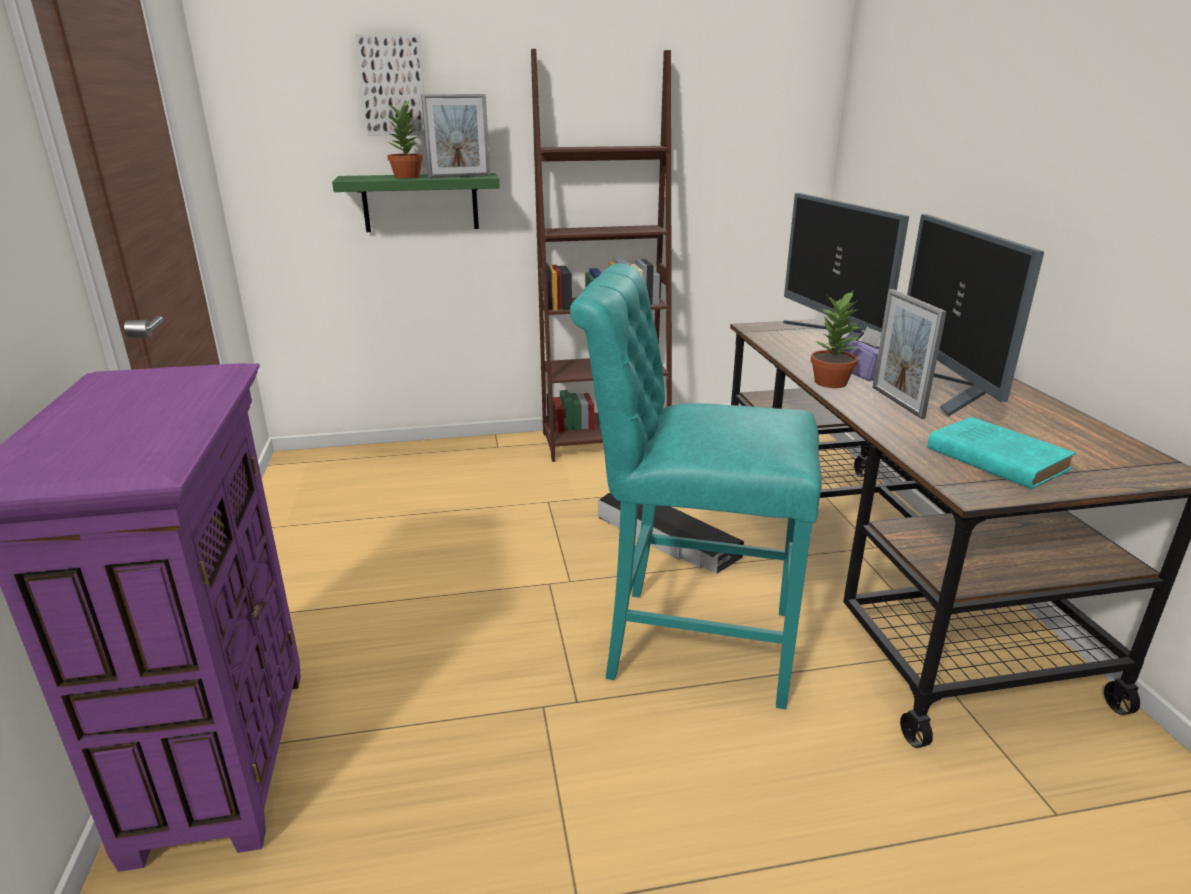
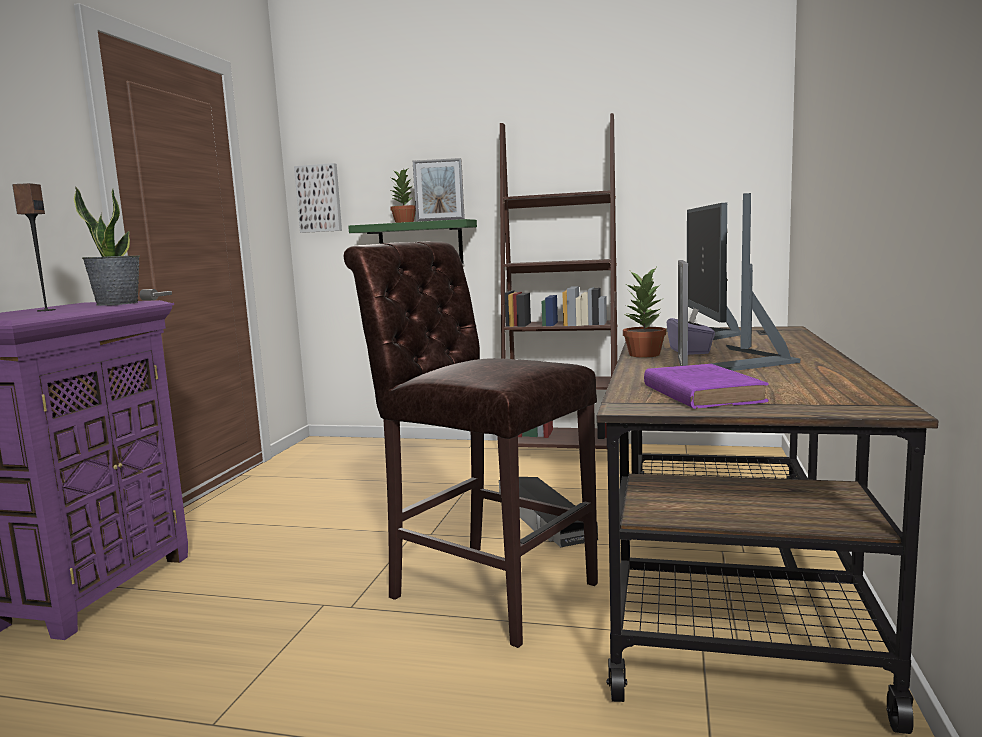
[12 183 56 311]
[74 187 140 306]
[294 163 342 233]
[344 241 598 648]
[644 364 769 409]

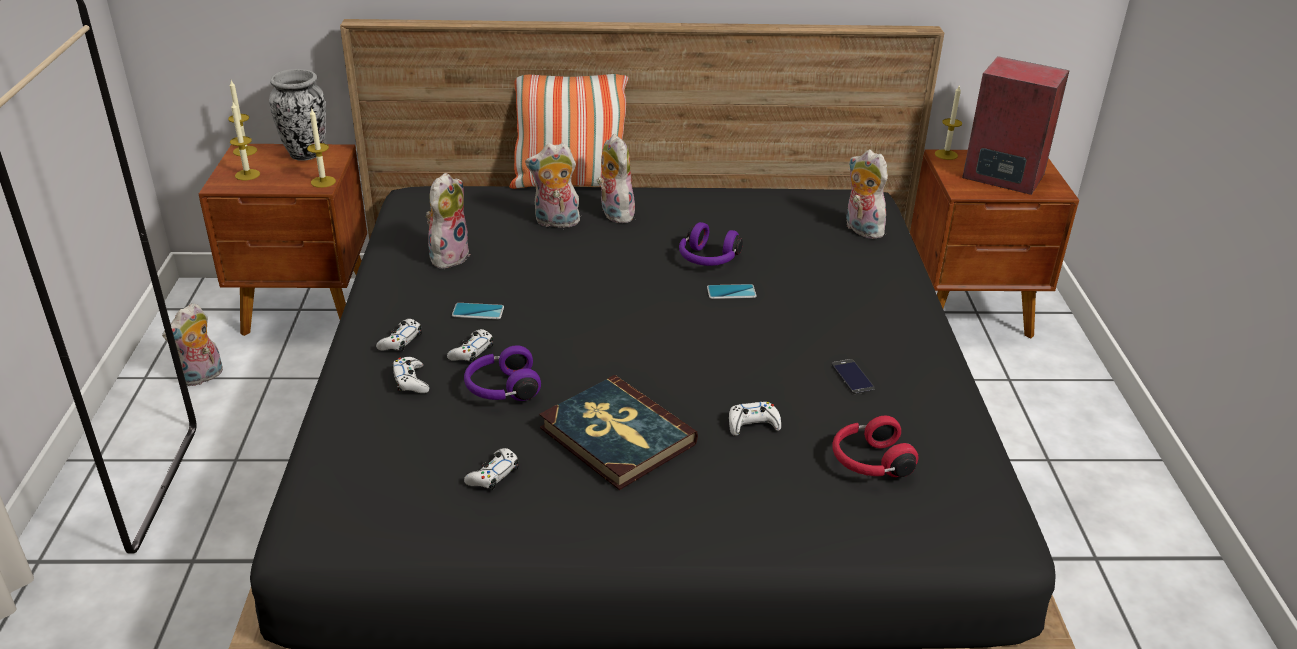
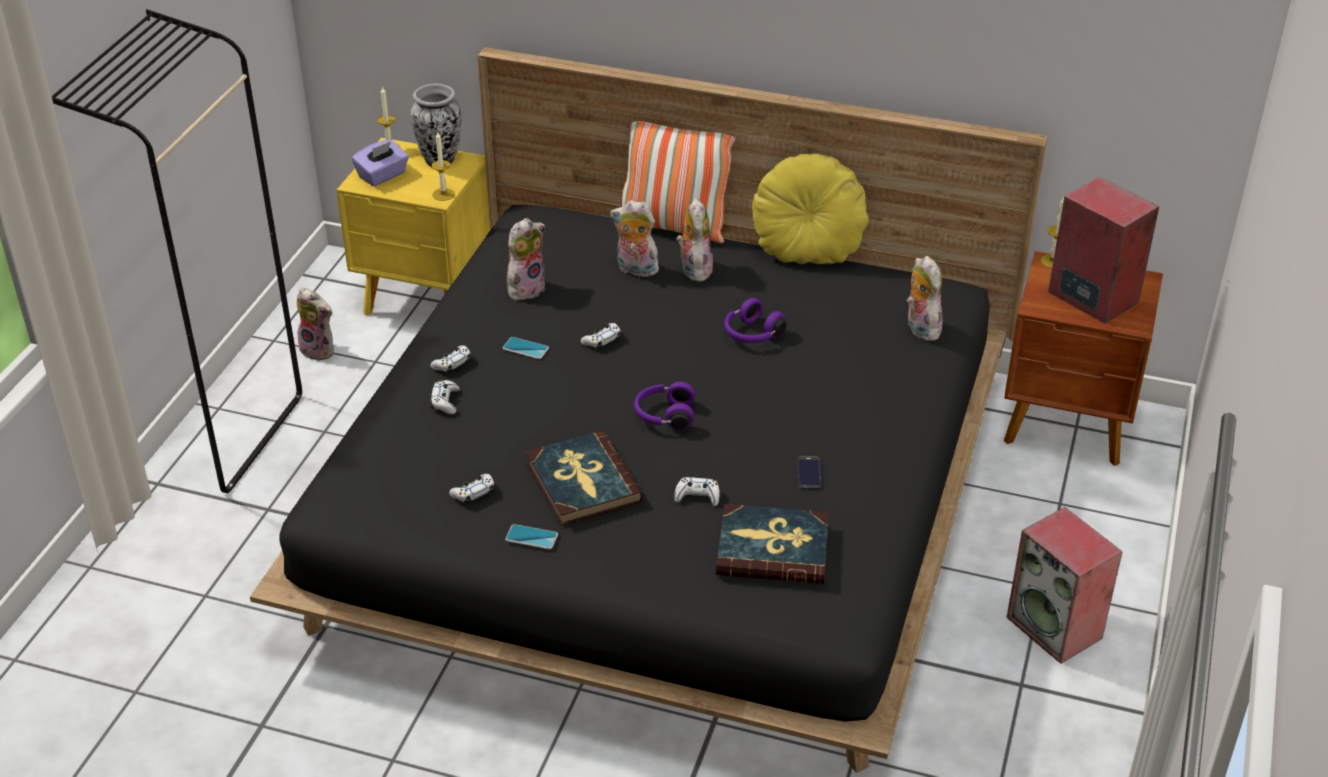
[296 287 334 361]
[337 138 491 316]
[352 139 409 187]
[505 524 558 549]
[581 323 621 349]
[634 382 695 429]
[716 504 829 584]
[752 154 869 264]
[1006 507 1123 664]

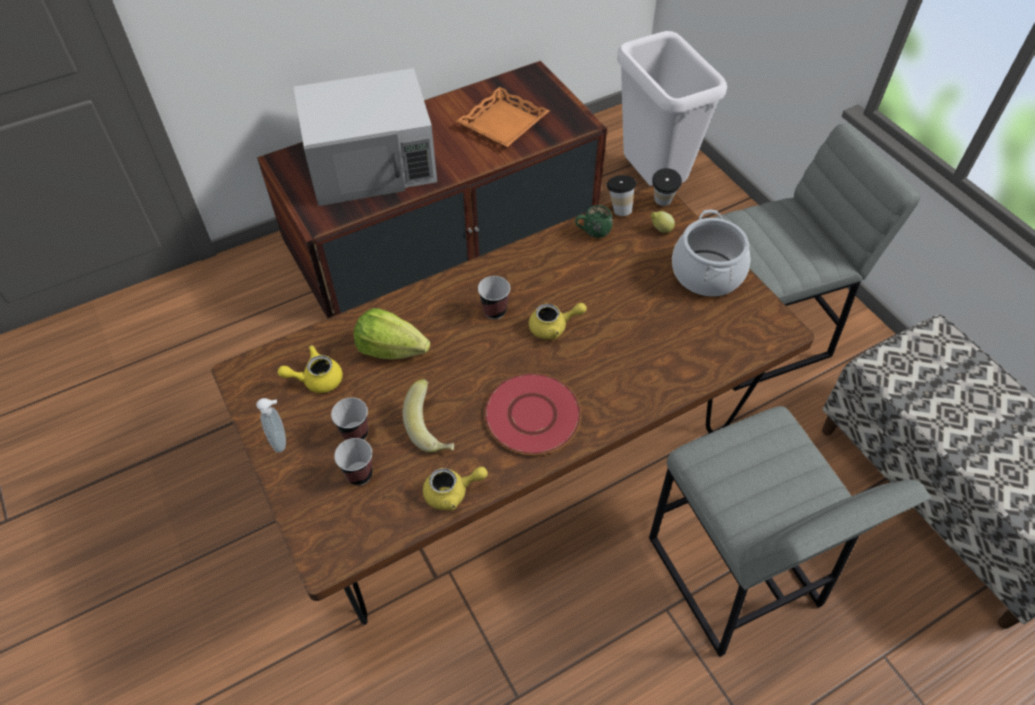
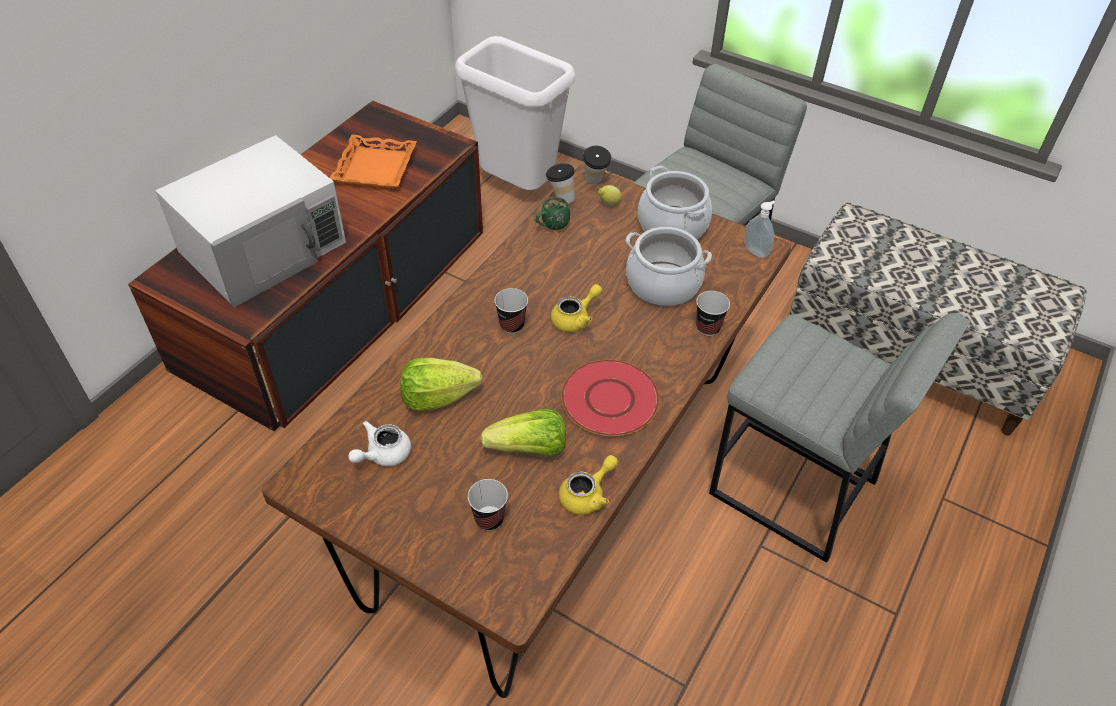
[349 421 411 466]
[481 408 566 456]
[626 227 712 306]
[696 291 730 336]
[744 201 775 258]

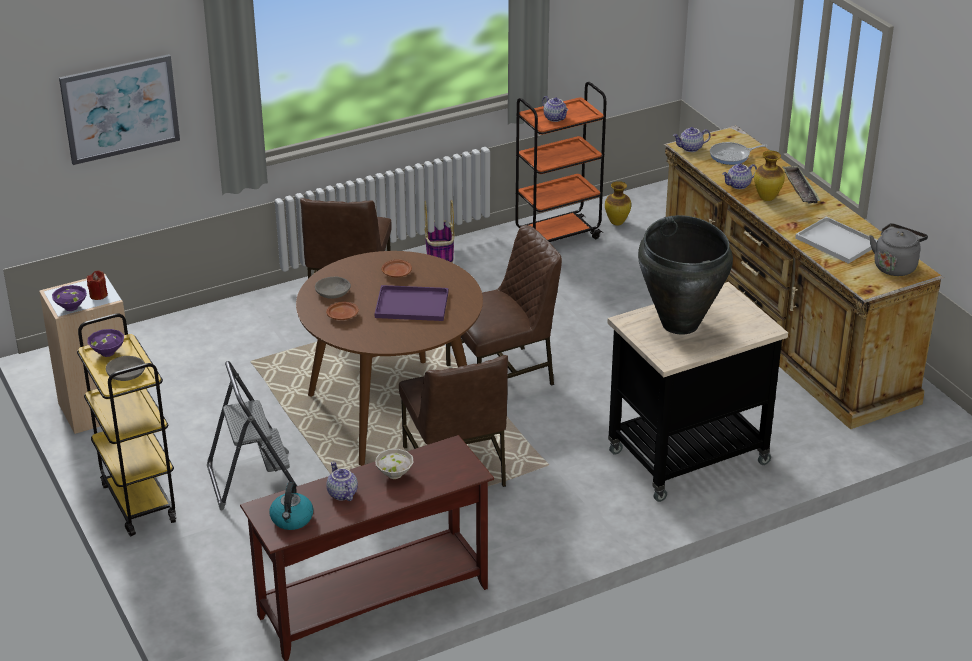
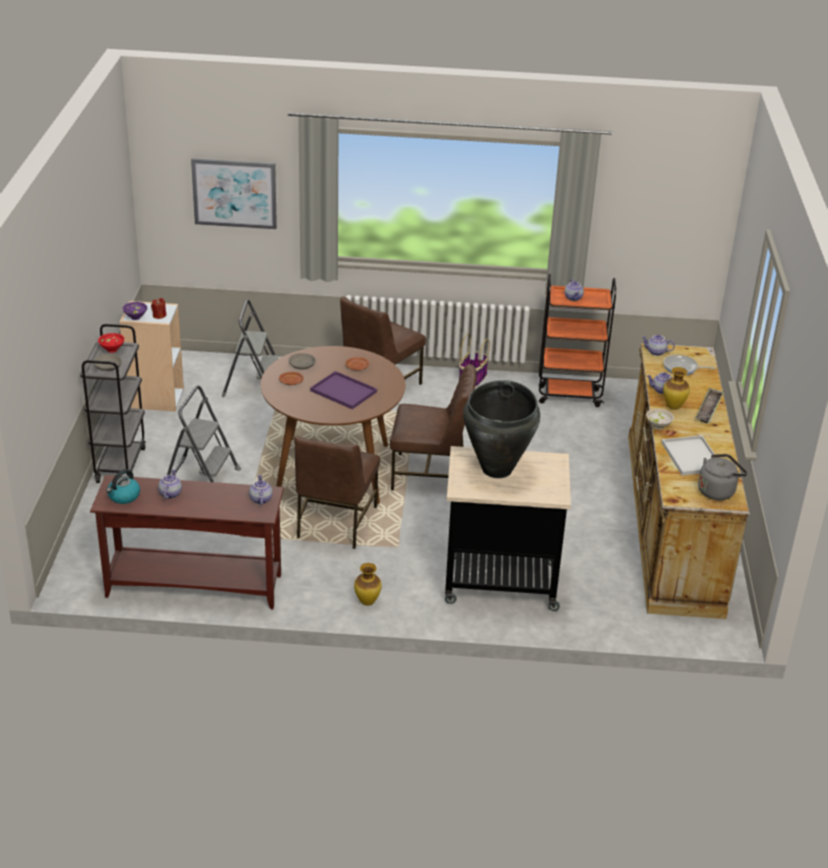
[80 324 146 483]
[98 333 124 353]
[222 300 278 397]
[249 475 273 505]
[354 563 382 606]
[646 409 674 430]

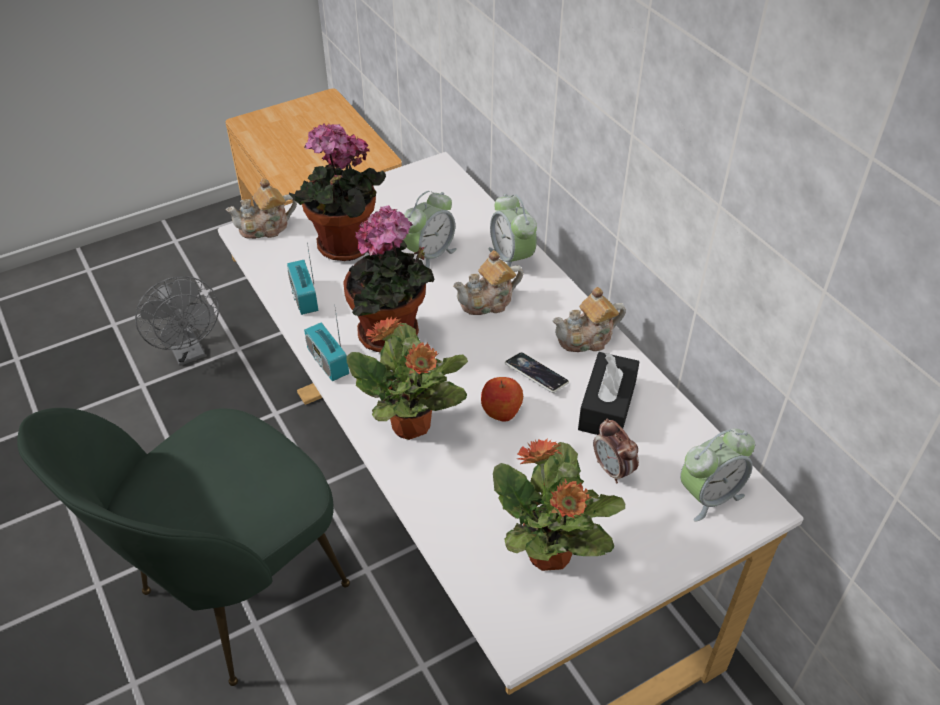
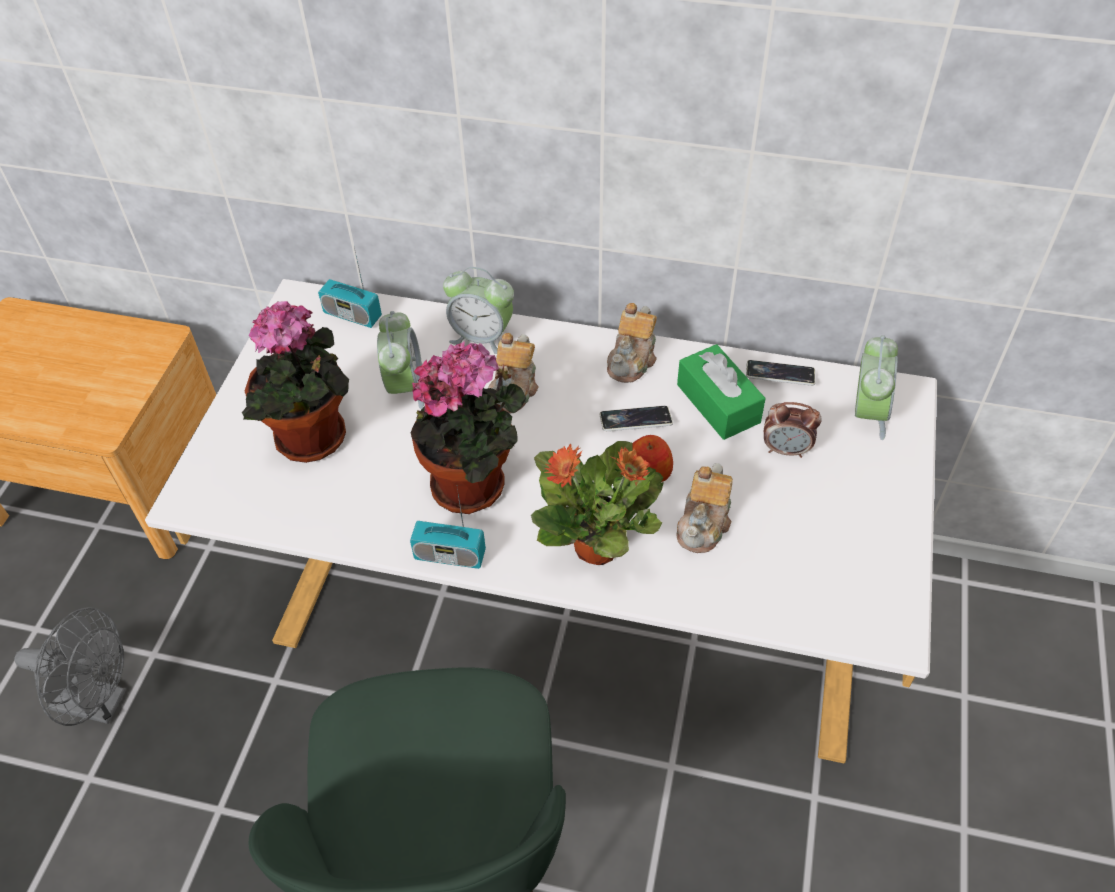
[318 248 382 328]
[676 463 733 553]
[677 344 766 440]
[746 360 815 386]
[493 438 625 571] (first image)

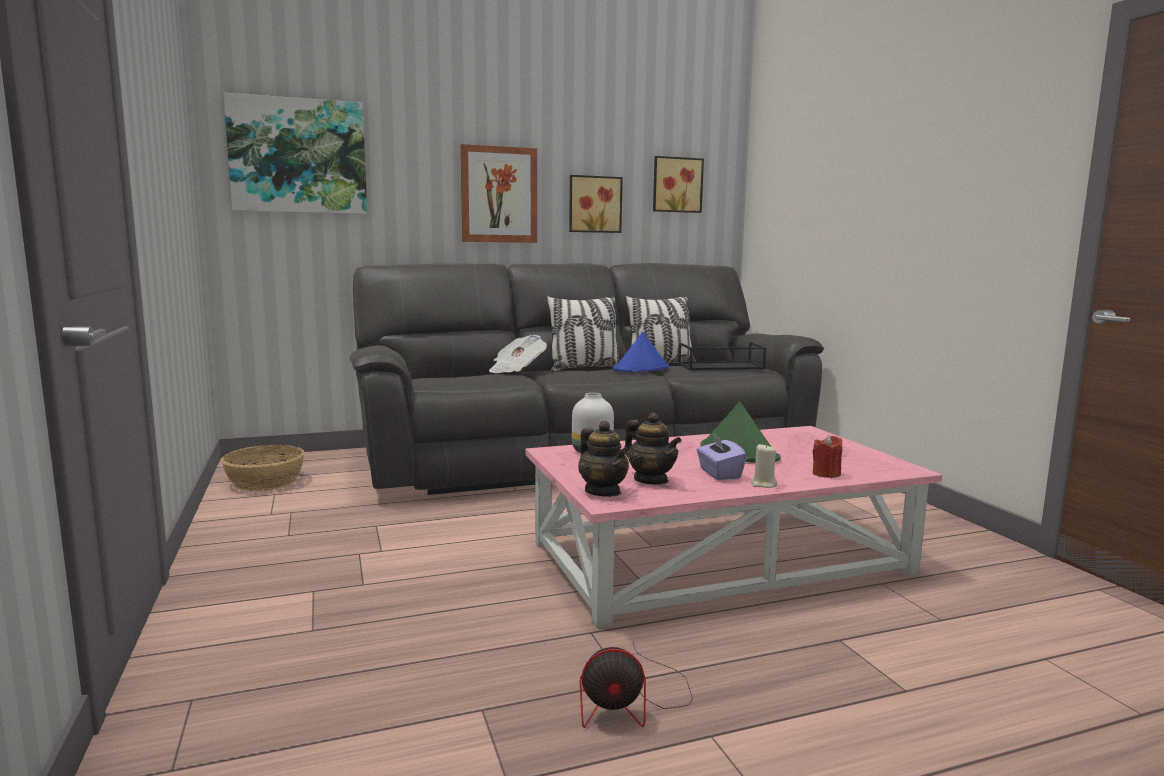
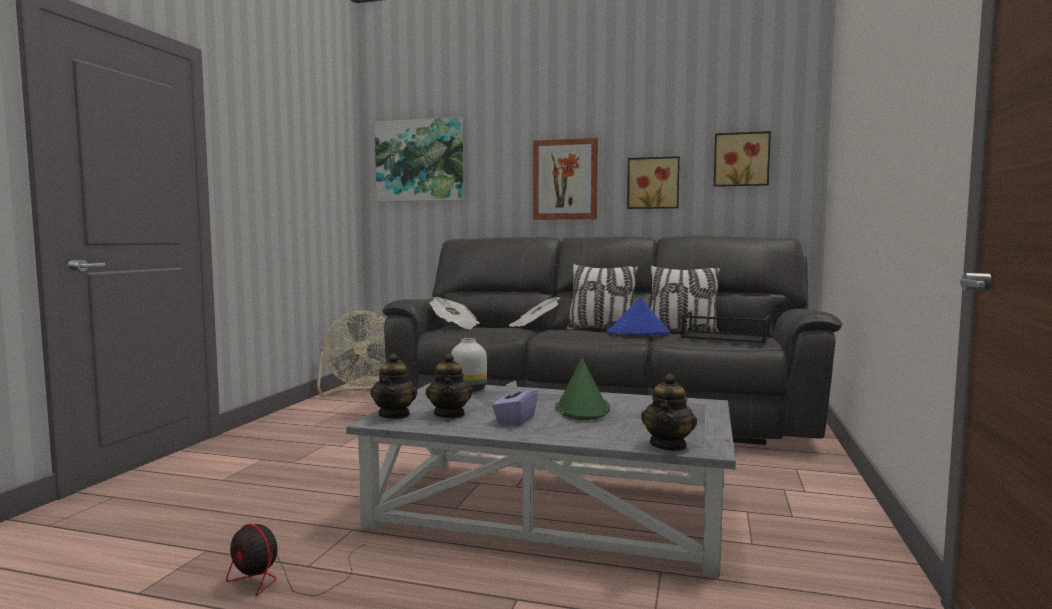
[317 310 386 398]
[346 383 736 577]
[430 297 480 329]
[641 373 697 451]
[750 444 777 488] (first image)
[813 435 843 478] (first image)

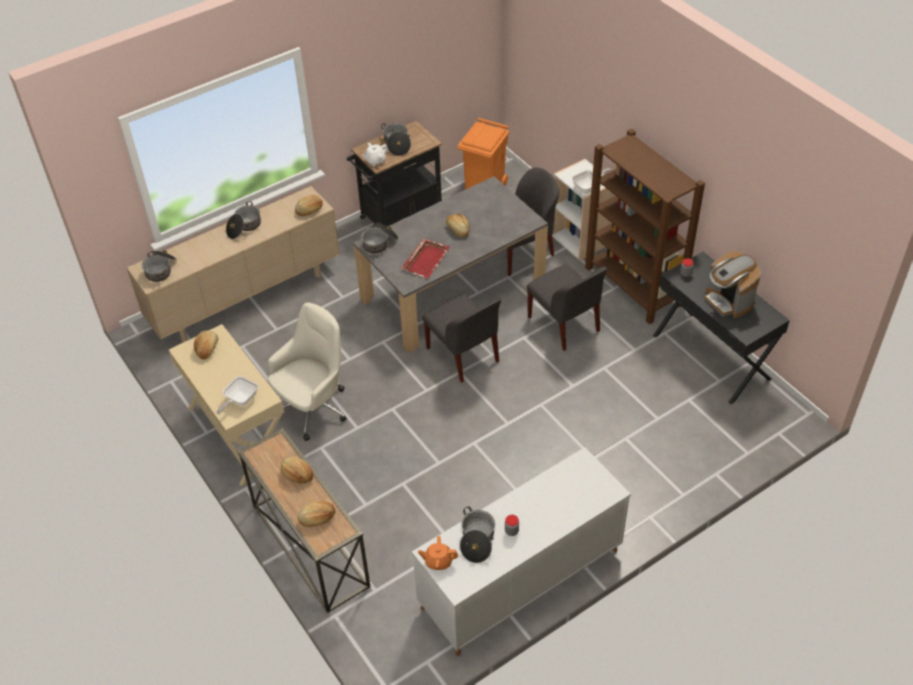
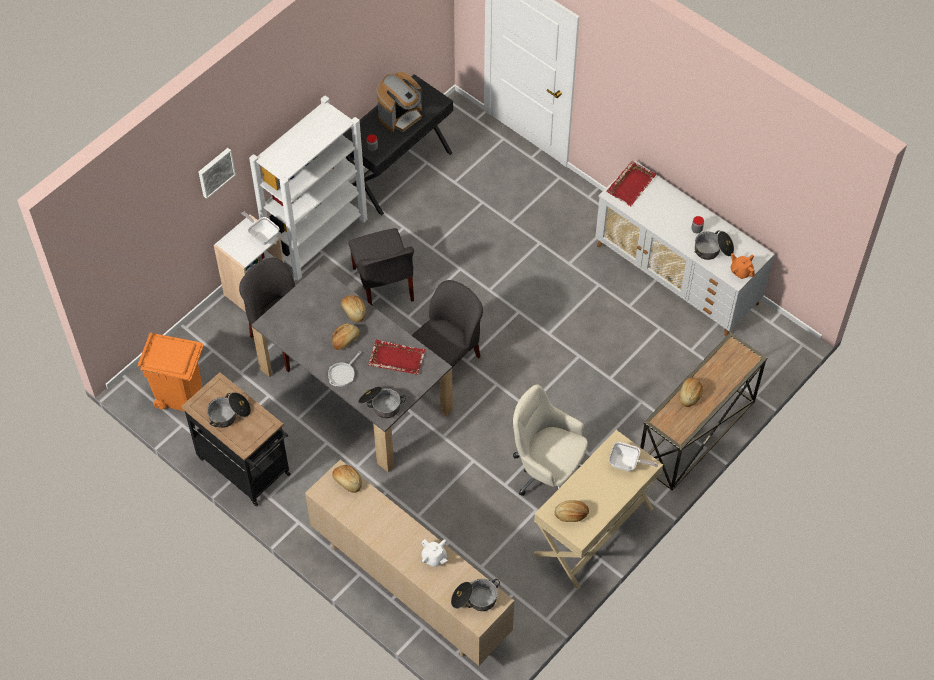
[199 148 236 199]
[249 95 367 281]
[328 351 361 387]
[341 295 366 323]
[348 228 414 305]
[421 539 448 567]
[606 161 657 207]
[731 253 755 279]
[226 202 261 239] (first image)

